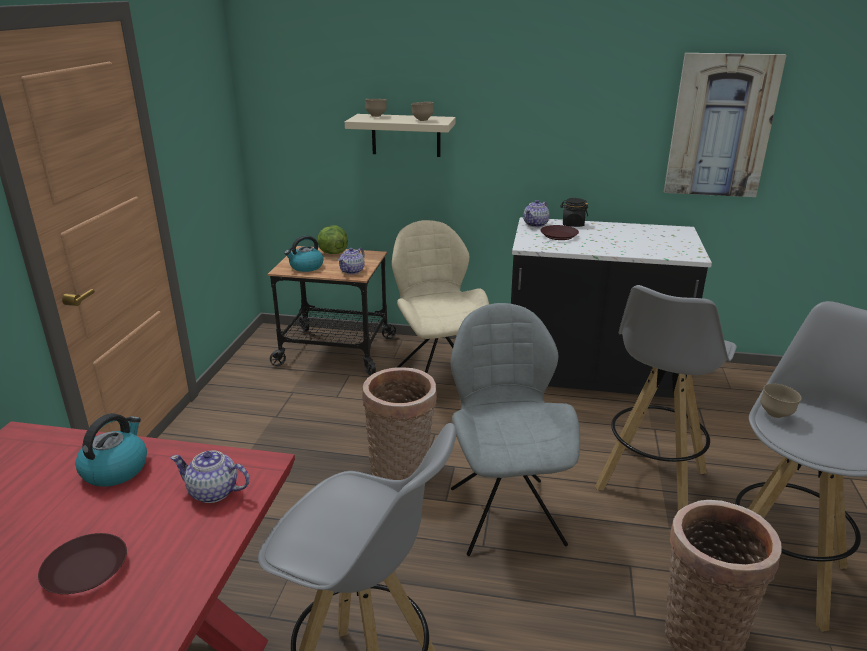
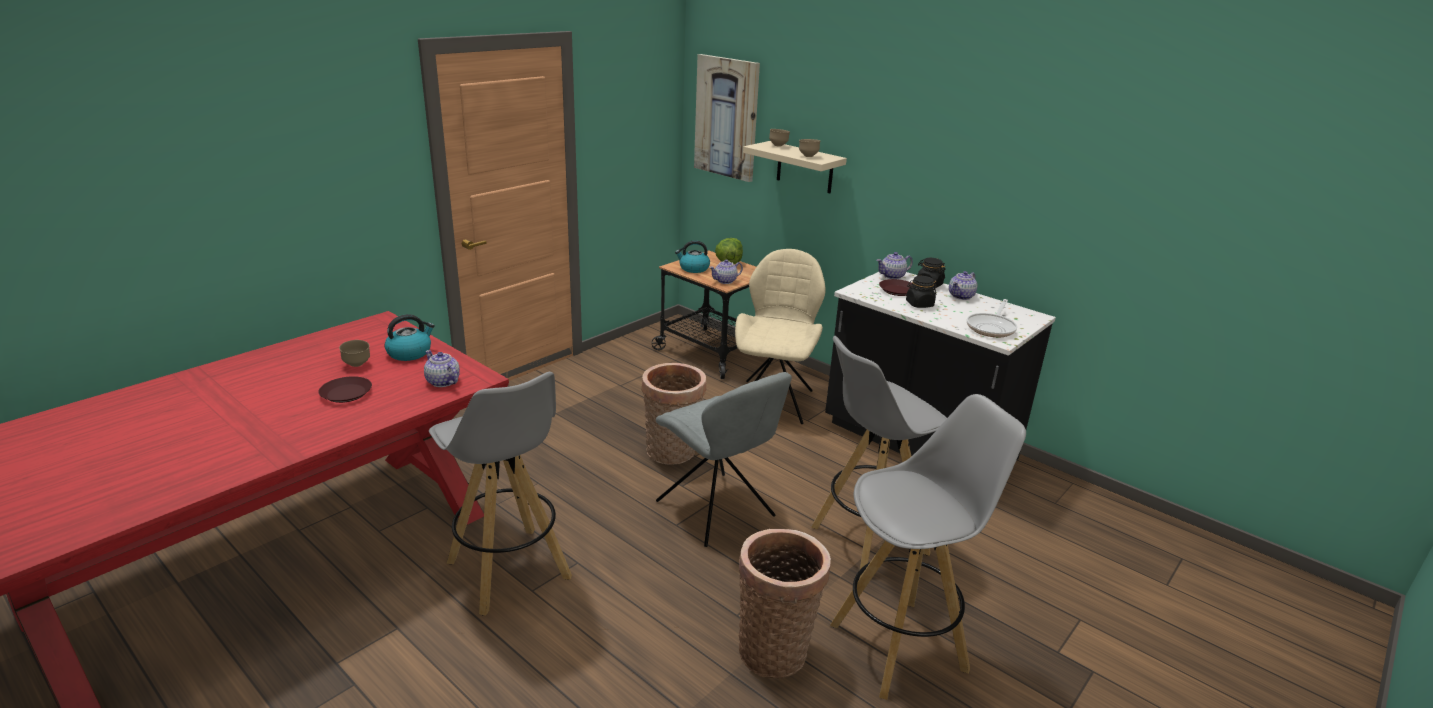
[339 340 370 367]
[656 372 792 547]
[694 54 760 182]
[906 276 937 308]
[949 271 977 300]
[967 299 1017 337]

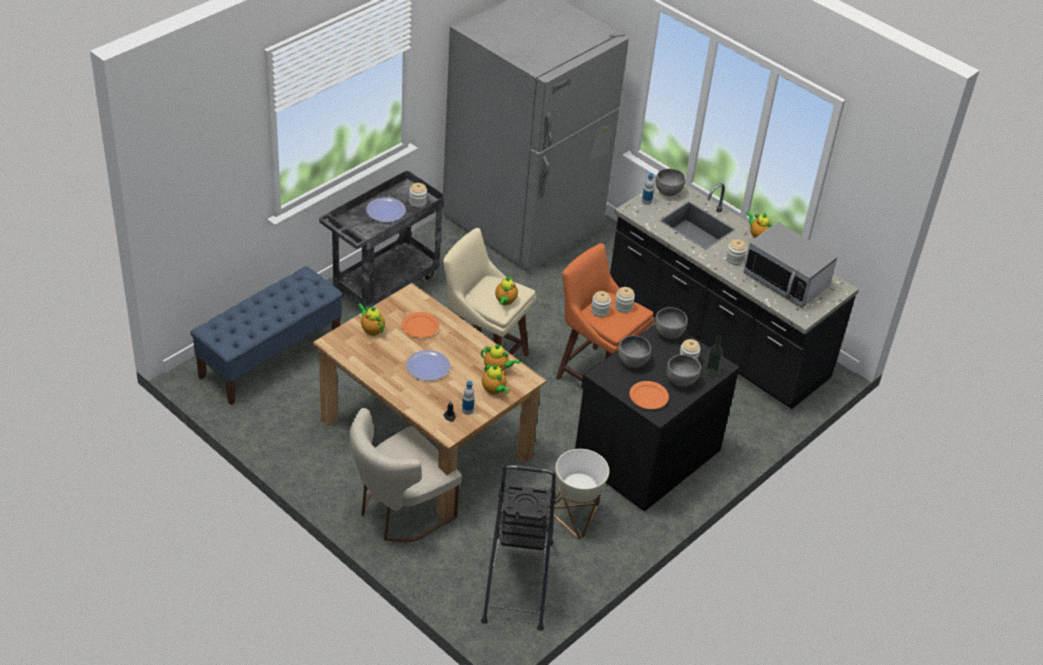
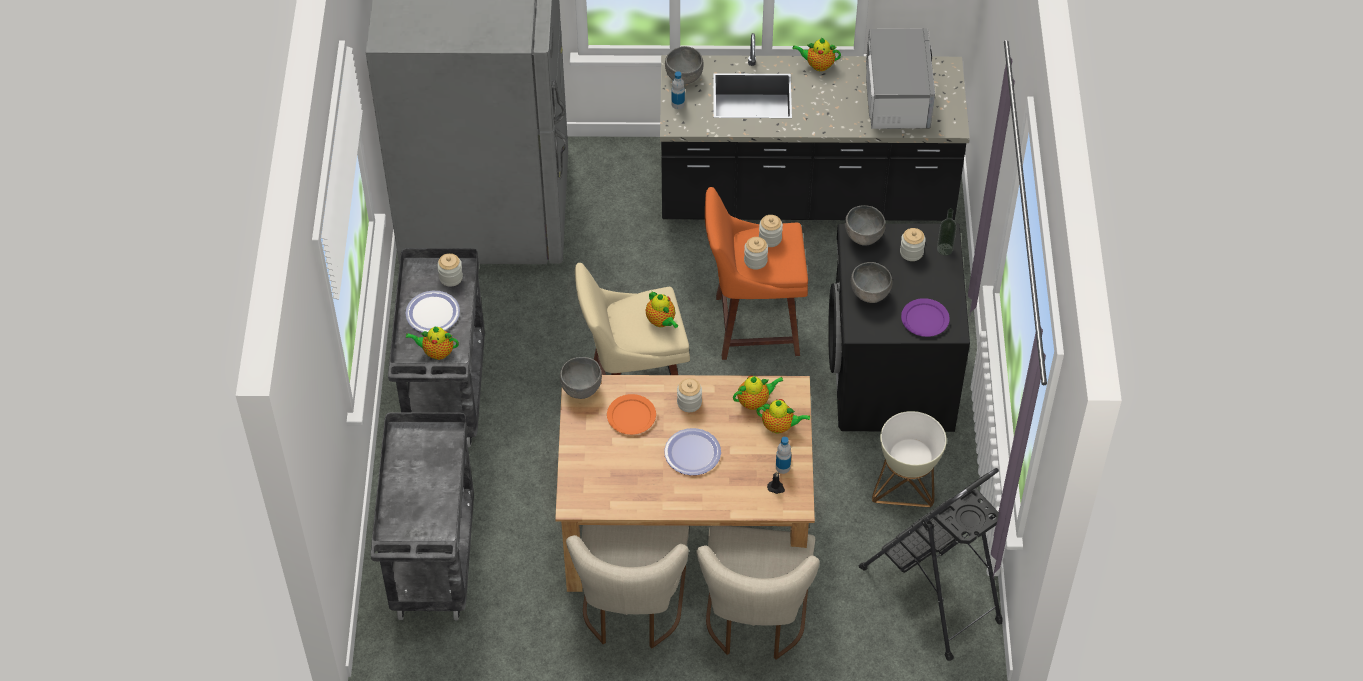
[371 412 474 620]
[406 326 459 360]
[560 357 602 399]
[566 525 689 649]
[677 378 702 412]
[866 28 935 129]
[901 298 950 337]

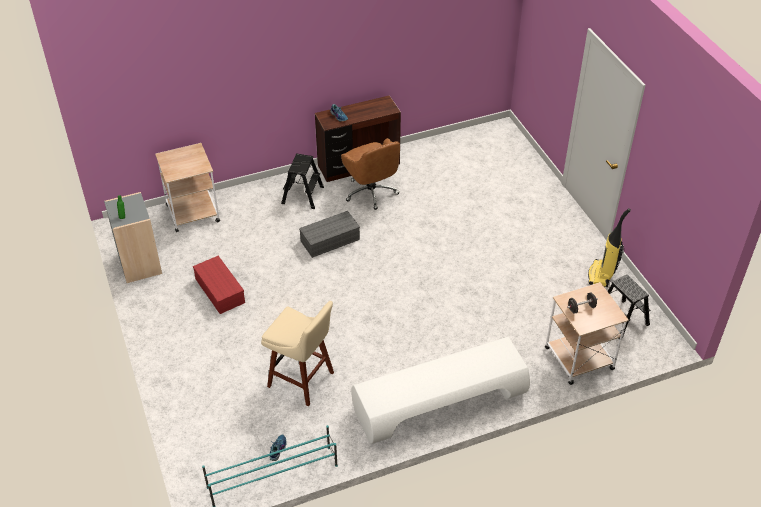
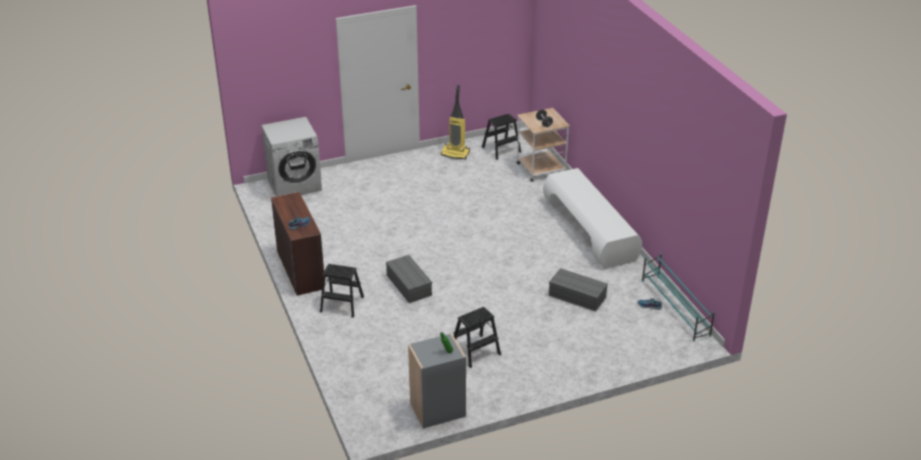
[261 117 322 196]
[453 307 501 368]
[549 268 608 311]
[155 143 220 232] (first image)
[341 138 400 210] (first image)

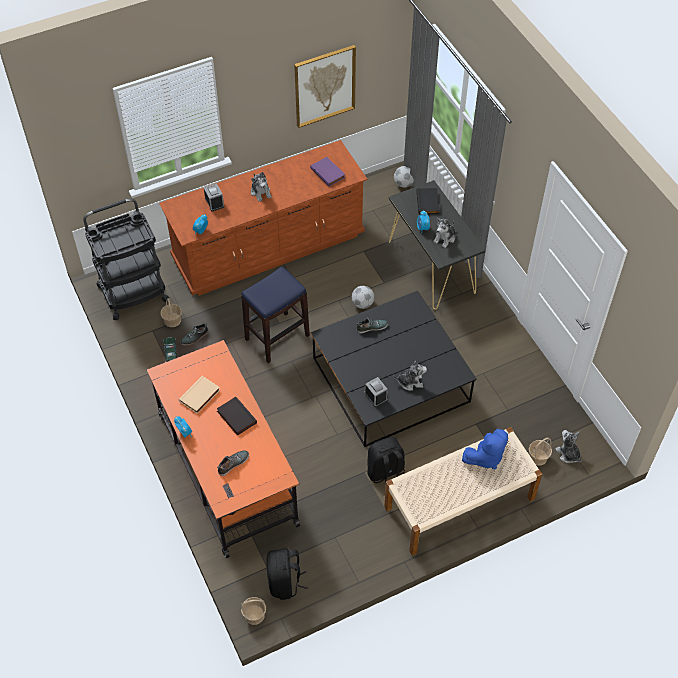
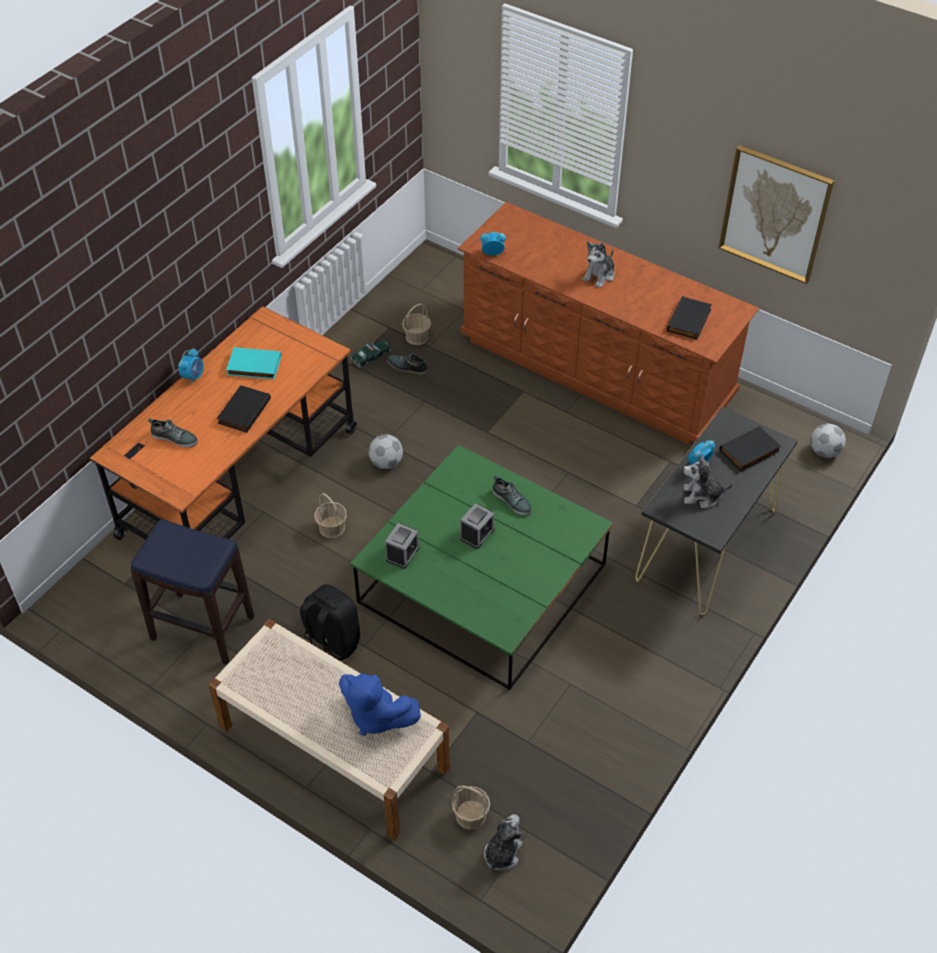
[131 519 254 664]
[226 347 281 379]
[314 493 347 538]
[350 445 613 690]
[368 434 403 469]
[460 503 495 549]
[667 296 712 340]
[83 199 170 320] (first image)
[266 548 307 600] (first image)
[393 361 427 391] (first image)

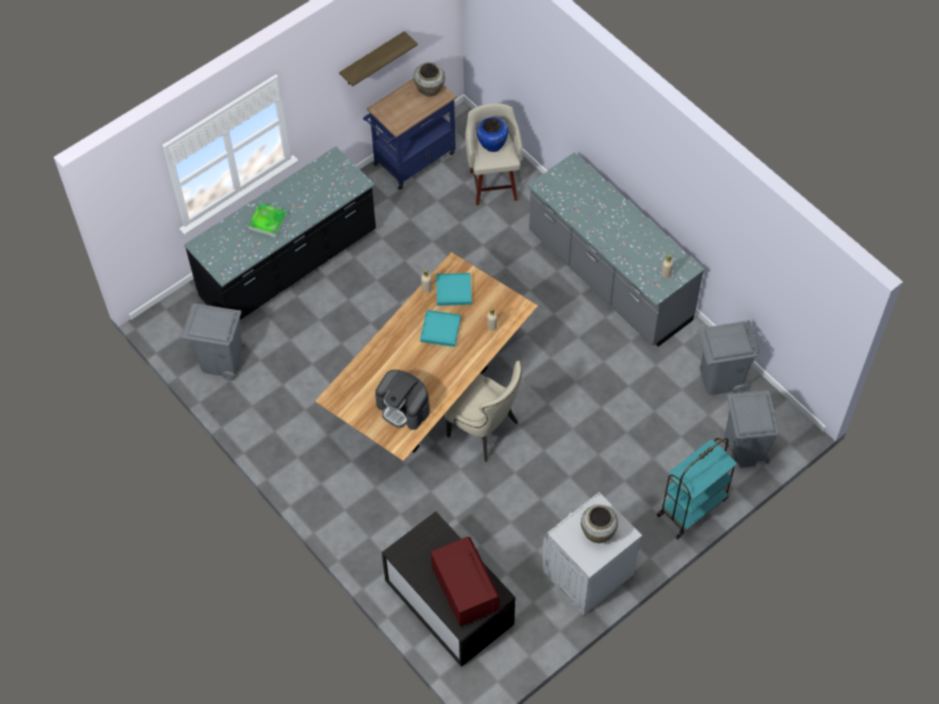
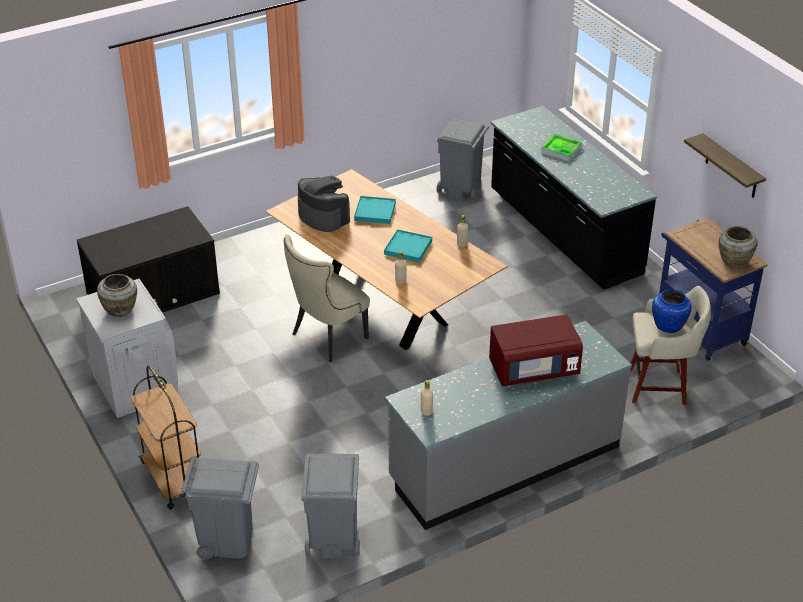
[131 366 201 510]
[298 176 350 232]
[354 196 396 224]
[489 315 583 386]

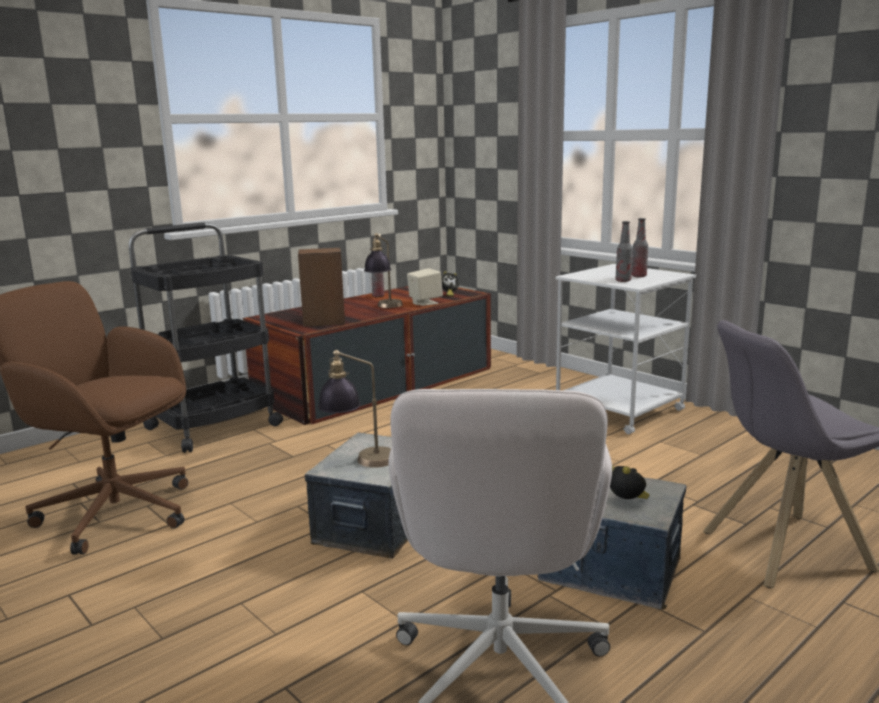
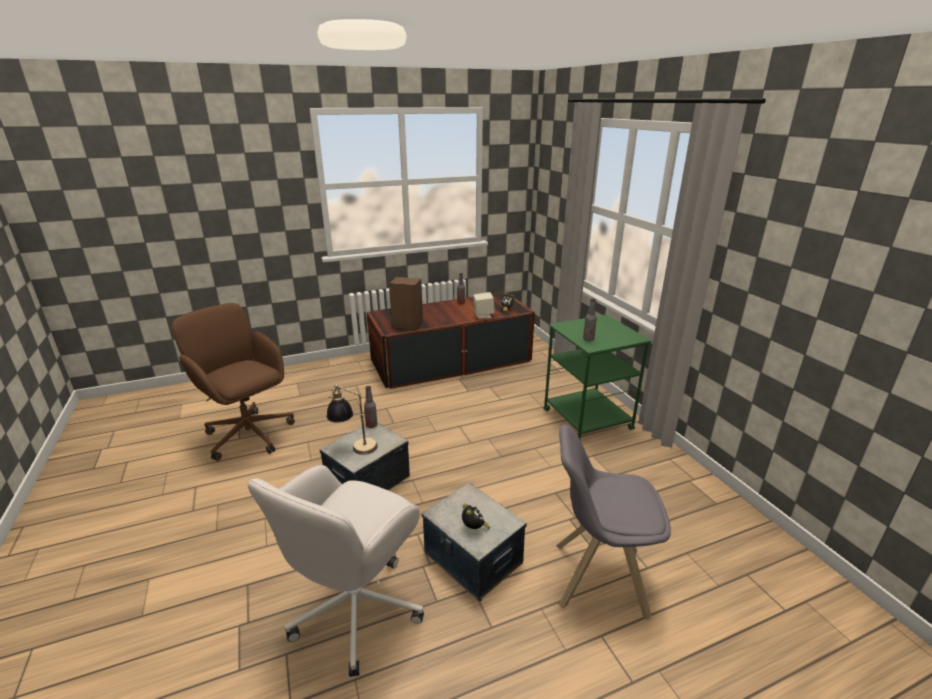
[364 386 378 428]
[543 315 651 440]
[129 222 283 453] (first image)
[364 233 403 308] (first image)

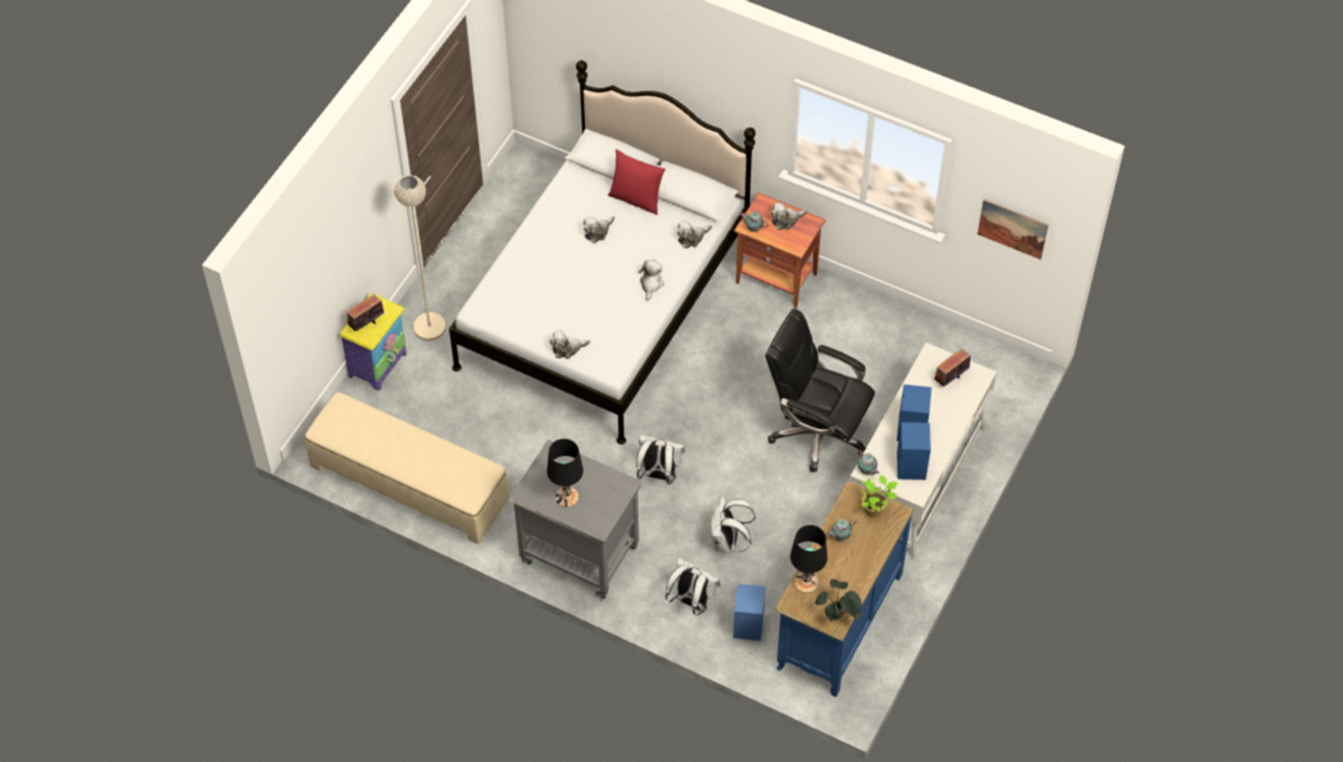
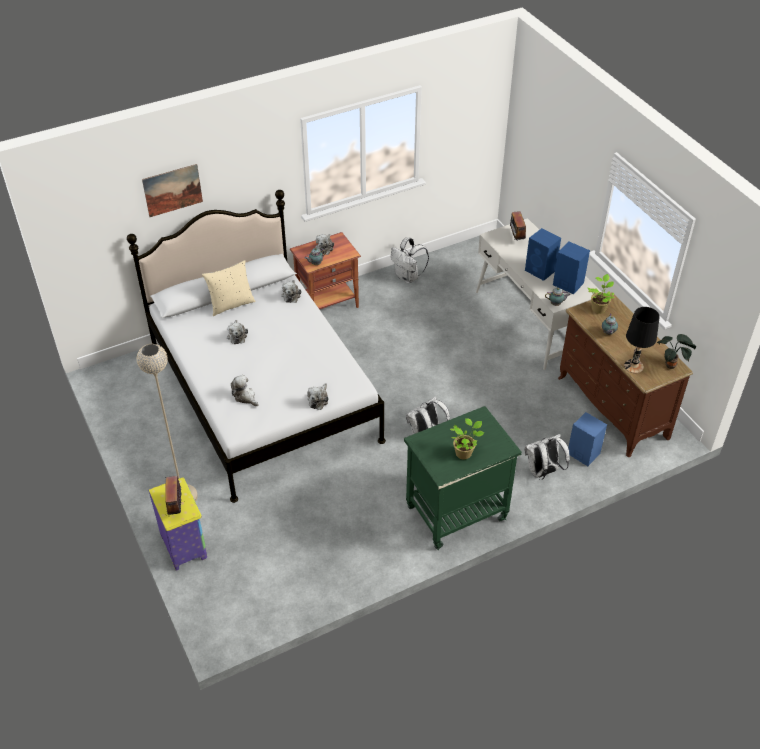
[142 164 203 217]
[202 260 255 316]
[231 375 259 406]
[391 237 429 283]
[404 406 522 550]
[450 418 485 460]
[558 292 693 457]
[305 392 509 544] (first image)
[765 309 875 472] (first image)

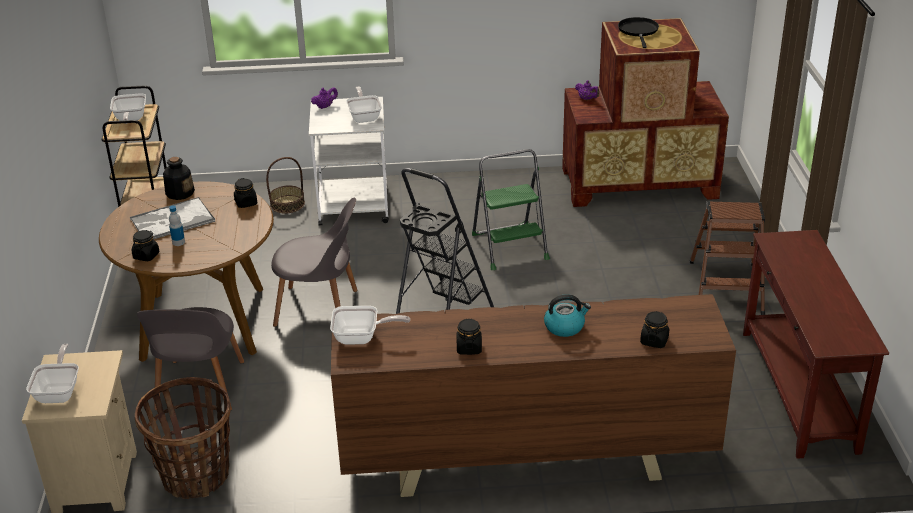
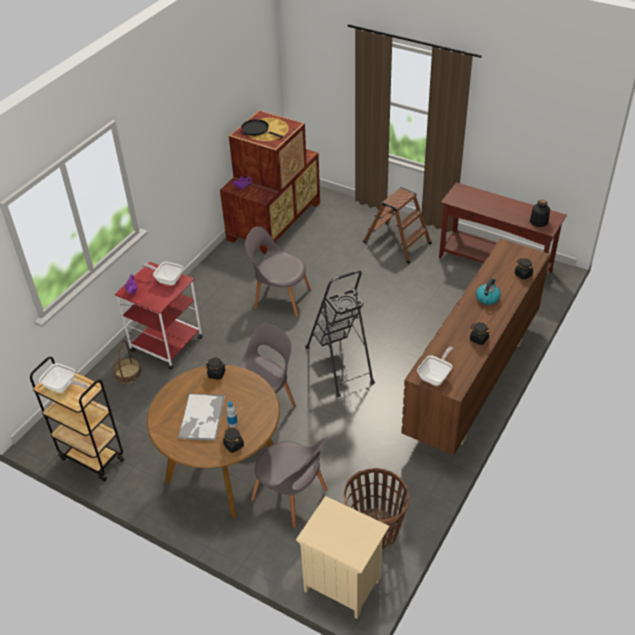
[115 262 203 369]
[245 226 311 317]
[530 199 550 227]
[26 344 79 403] (first image)

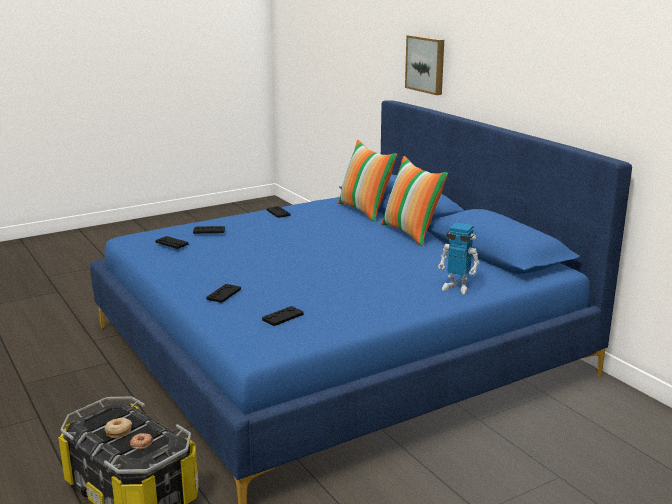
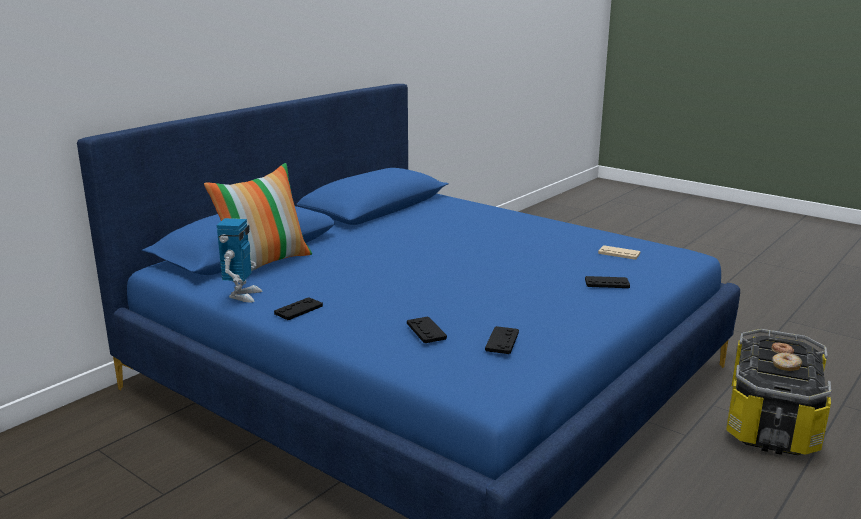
[217 218 262 302]
[598 245 640 260]
[381 156 448 246] (first image)
[405 35 444 95] (first image)

